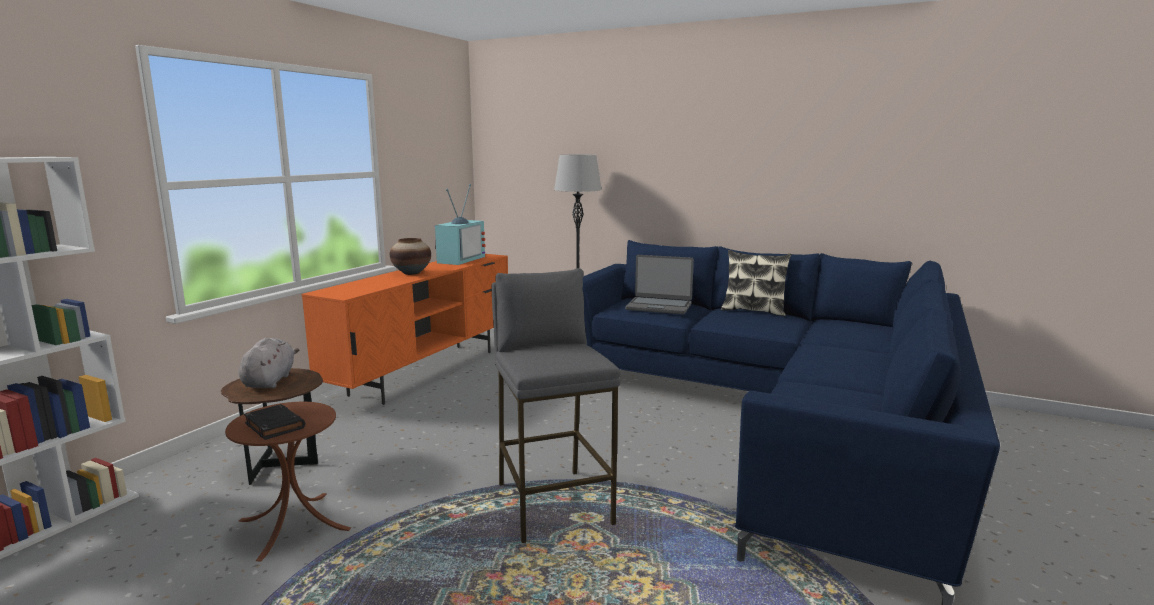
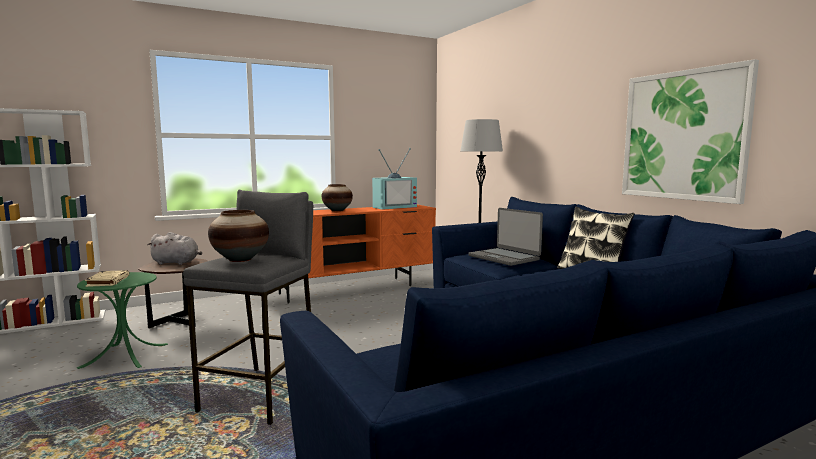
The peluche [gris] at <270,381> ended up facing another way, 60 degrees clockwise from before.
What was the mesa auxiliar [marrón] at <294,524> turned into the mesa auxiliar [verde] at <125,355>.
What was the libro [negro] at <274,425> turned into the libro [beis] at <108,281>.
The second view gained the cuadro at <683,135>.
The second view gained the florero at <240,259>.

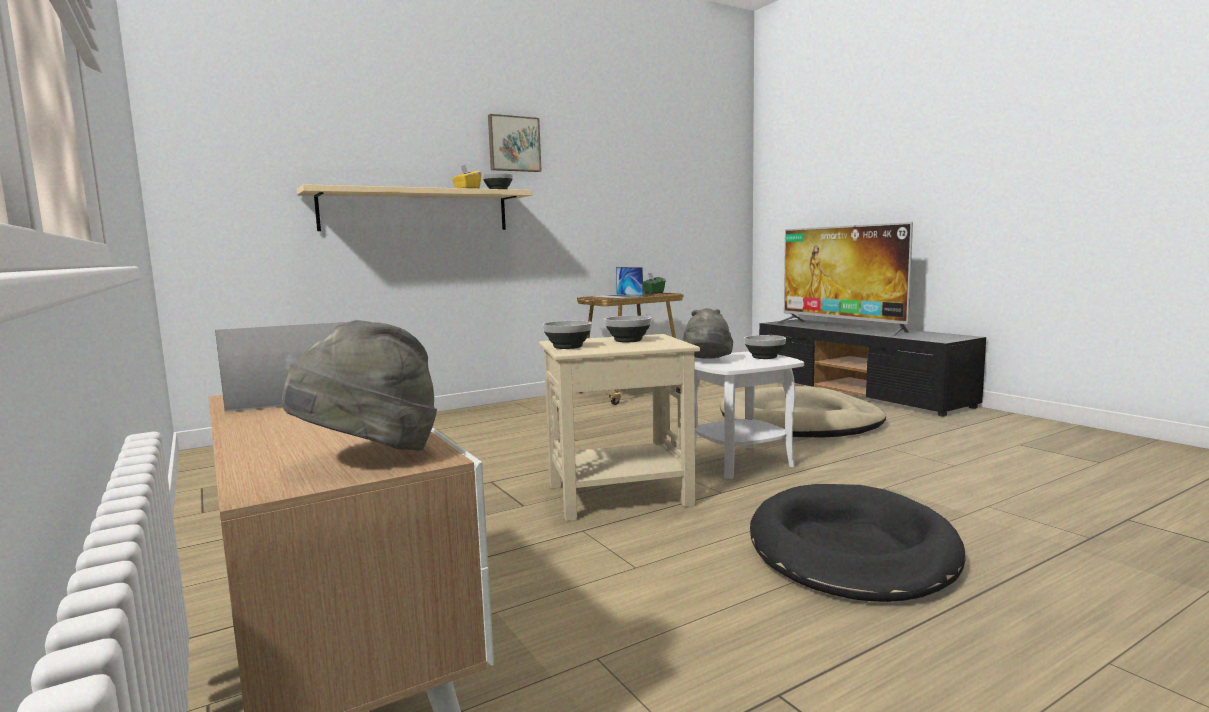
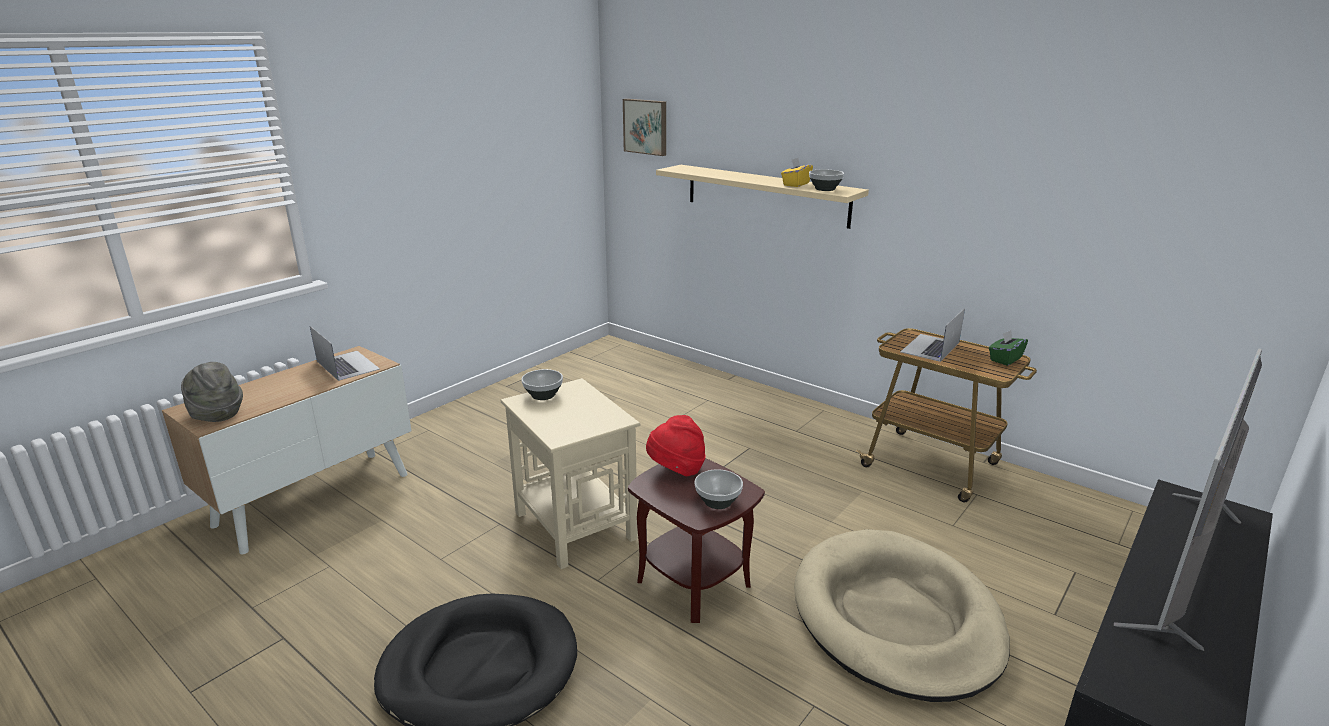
The cuadro ended up elsewhere, having gone from <513,144> to <646,126>.
What was the sombrero [gris] at <707,361> turned into the sombrero [rojo] at <676,470>.
The second view lost the cuenco at <627,340>.
What was the mesa auxiliar [blanco] at <739,461> turned into the mesa auxiliar [marrón] at <694,582>.

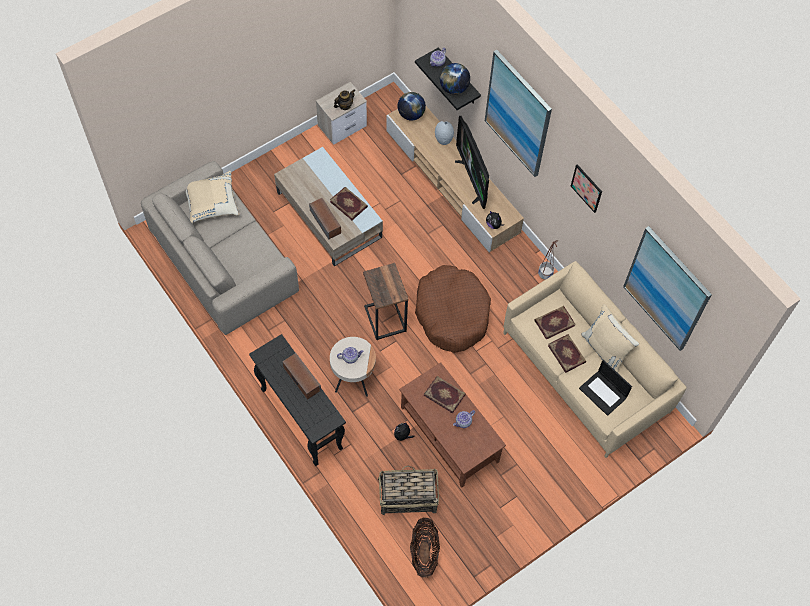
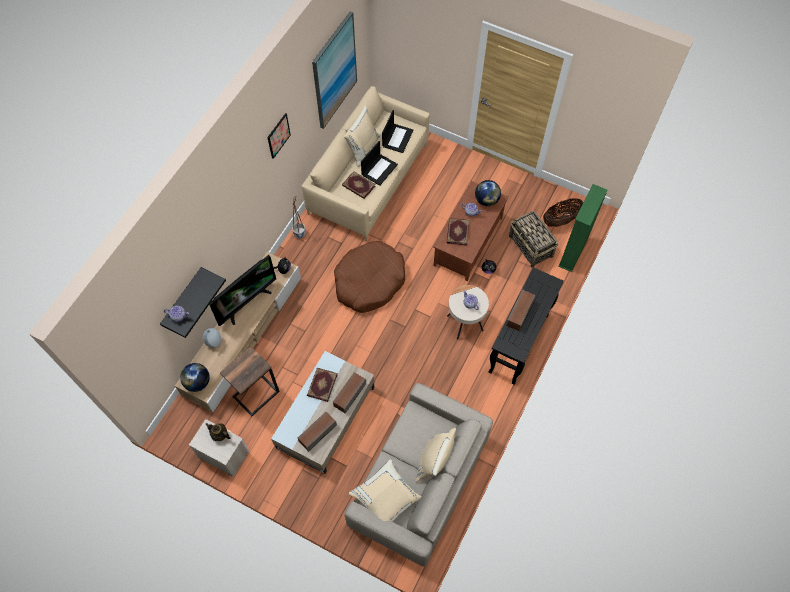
The second view lost the cuadro at <518,114>.
The globo terráqueo ended up elsewhere, having gone from <454,88> to <486,200>.
The mesa auxiliar ended up elsewhere, having gone from <384,319> to <256,394>.
Where the libro stood at <567,353>, the portátil came to stand at <379,169>.
The second view gained the estantería [verde] at <573,252>.
The second view gained the altavoz at <317,433>.
The second view gained the cojín [beis] at <434,461>.

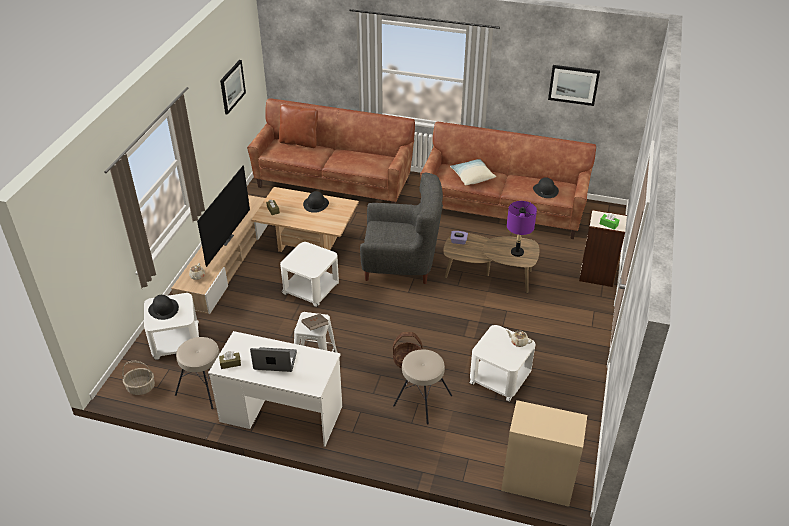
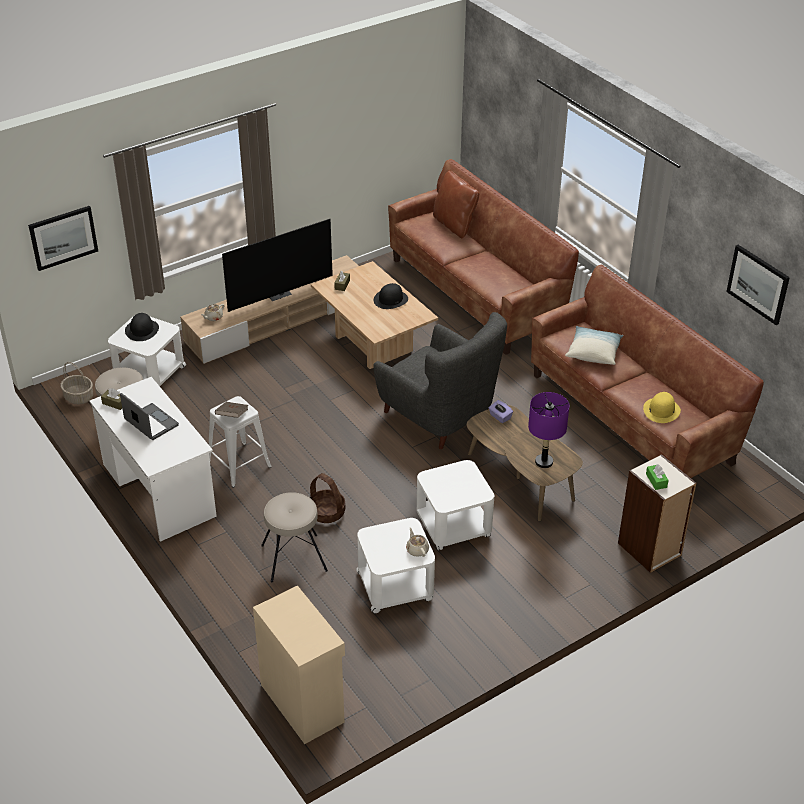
The cuadro ended up elsewhere, having gone from <232,86> to <63,237>.
What was the sombrero [negro] at <545,190> turned into the sombrero [amarillo] at <661,410>.
The mesa auxiliar [blanco] ended up elsewhere, having gone from <311,289> to <453,525>.

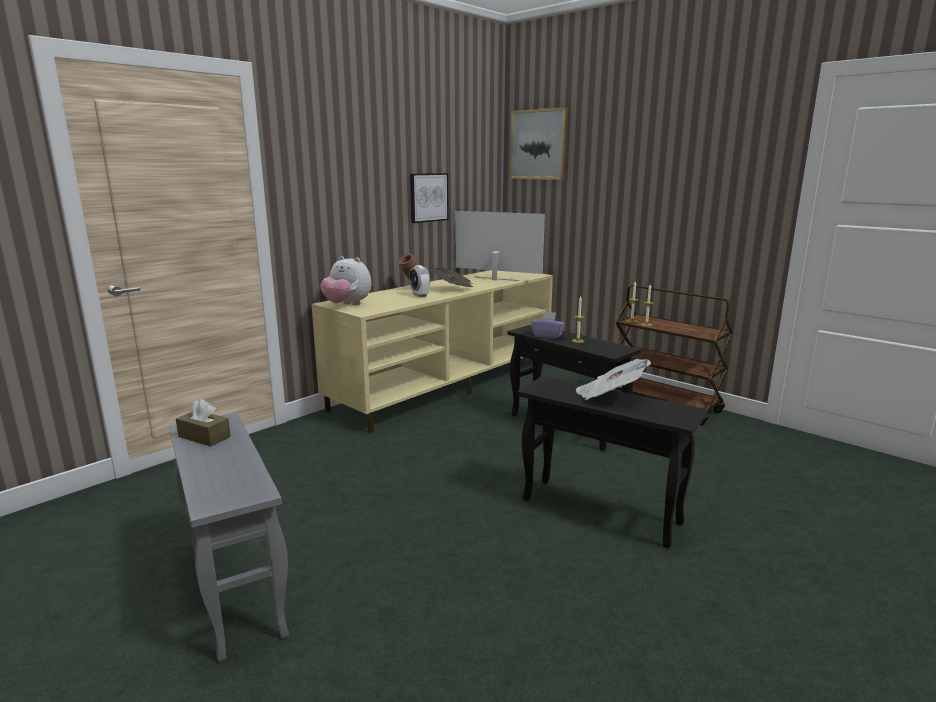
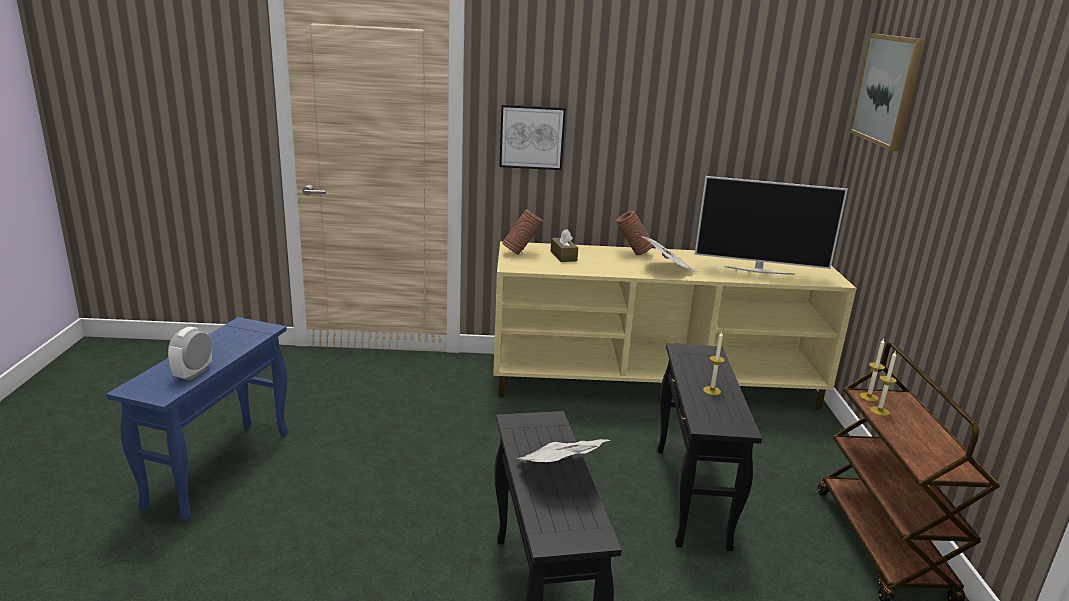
The cuadro ended up elsewhere, having gone from <428,197> to <532,137>.
The televisor at <496,279> ended up facing another way, 120 degrees clockwise from before.
Where the peluche stood at <347,305>, the florero [marrón] came to stand at <521,253>.
The despertador ended up elsewhere, having gone from <420,295> to <193,373>.
The second view lost the caja de pañuelos [morado] at <547,335>.
The caja de pañuelos [marrón] ended up elsewhere, having gone from <204,437> to <563,256>.
What was the mesa auxiliar [gris] at <236,588> turned into the mesa auxiliar [azul] at <220,469>.

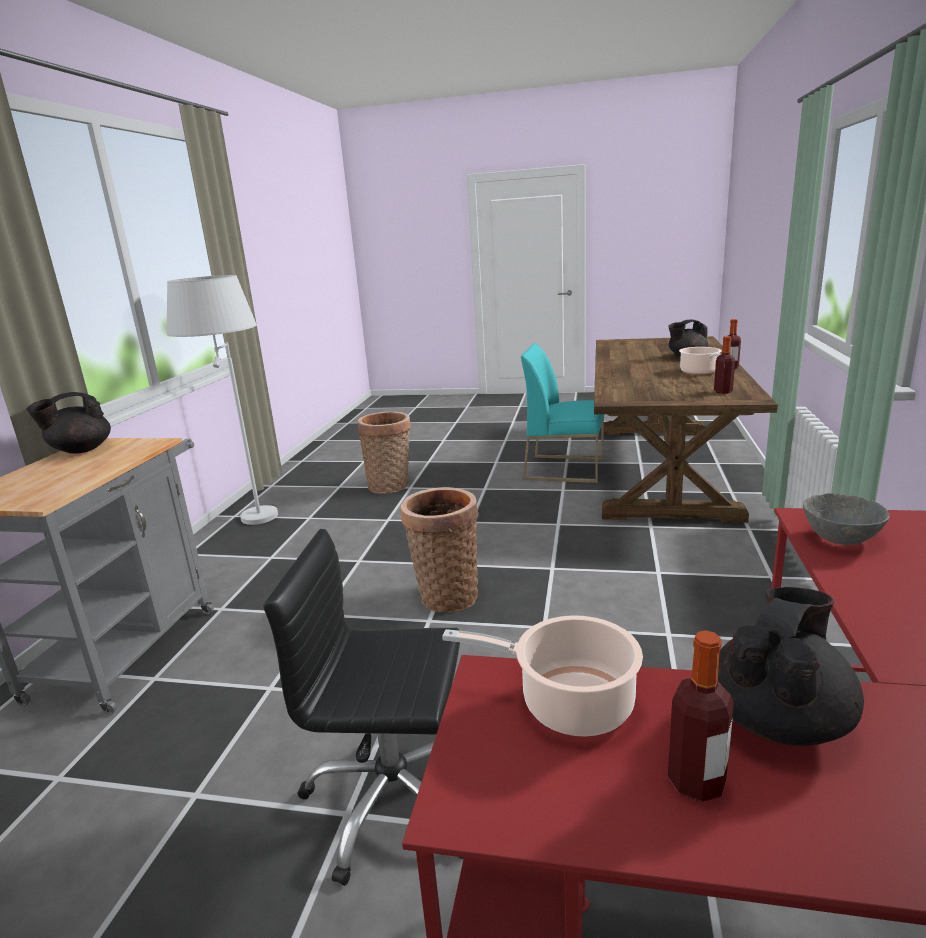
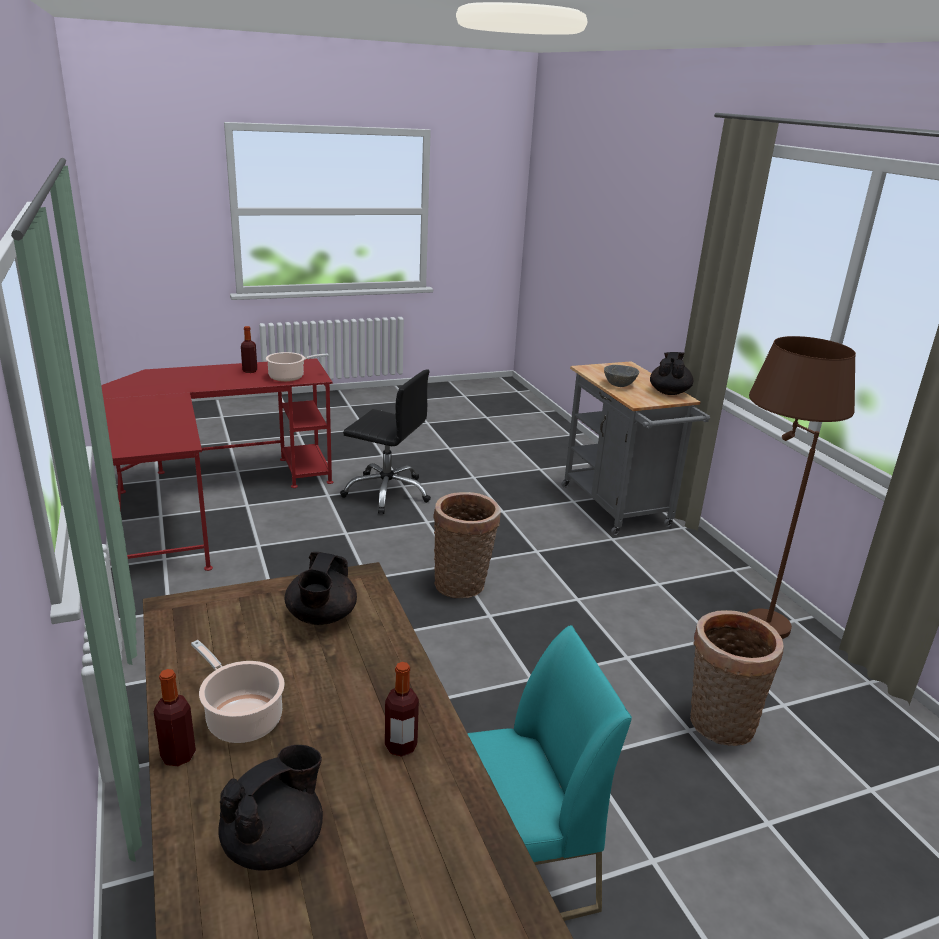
What was the lámpara de pie [blanco] at <251,525> turned into the lámpara de pie [marrón] at <749,612>.
The botella ended up elsewhere, having gone from <723,391> to <401,746>.
The cuenco [gris] ended up elsewhere, having gone from <841,538> to <619,385>.
The silla de oficina [negro] at <394,800> ended up facing another way, 45 degrees clockwise from before.
The tetera [negro] ended up elsewhere, having gone from <779,720> to <321,617>.

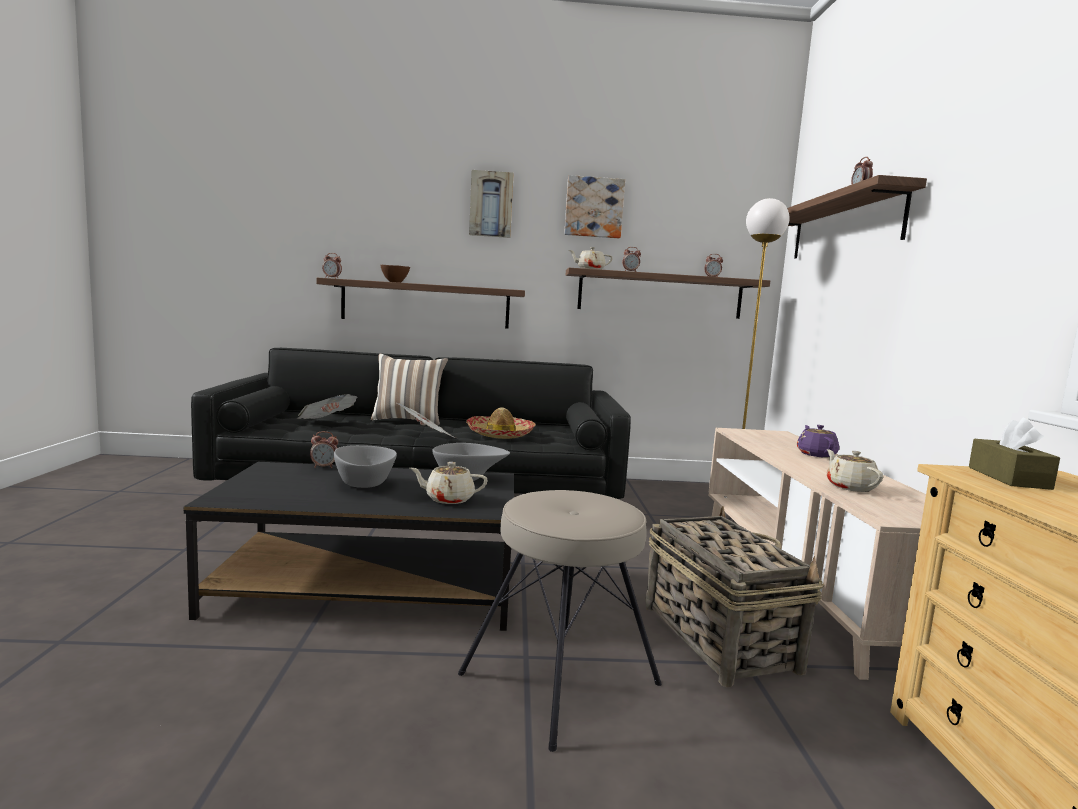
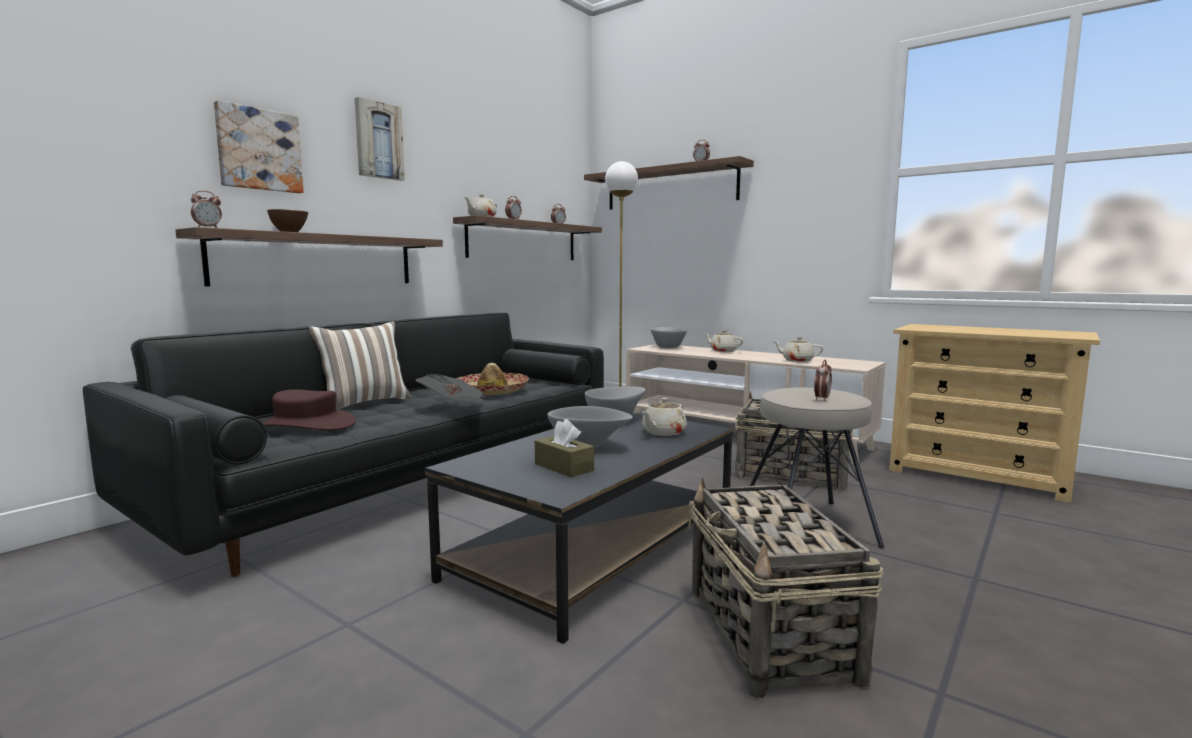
The cuadro ended up elsewhere, having gone from <594,207> to <258,150>.
Where the periódico stood at <327,423>, the sombrero [marrón] came to stand at <307,425>.
The caja de pañuelos [marrón] ended up elsewhere, having gone from <1008,478> to <564,467>.
What was the tetera [morado] at <816,454> turned into the tetera [beis] at <723,351>.
The despertador ended up elsewhere, having gone from <324,467> to <822,399>.
The second view gained the cuenco [gris] at <667,347>.
The second view gained the cesta at <770,634>.

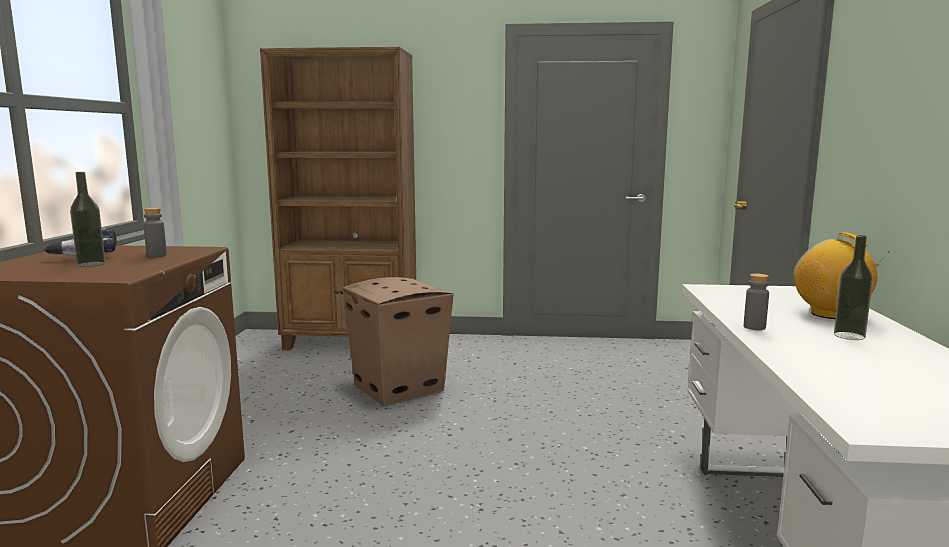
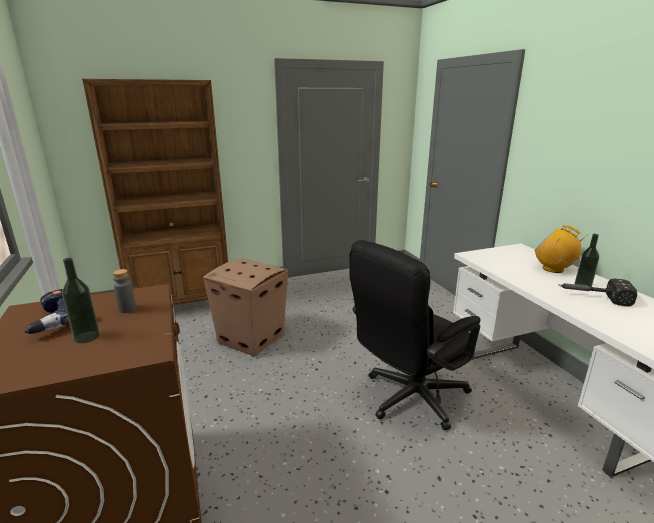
The second view lost the botella [gris] at <754,327>.
The second view gained the silla de oficina [negro] at <408,399>.
The second view gained the martillo at <591,297>.

